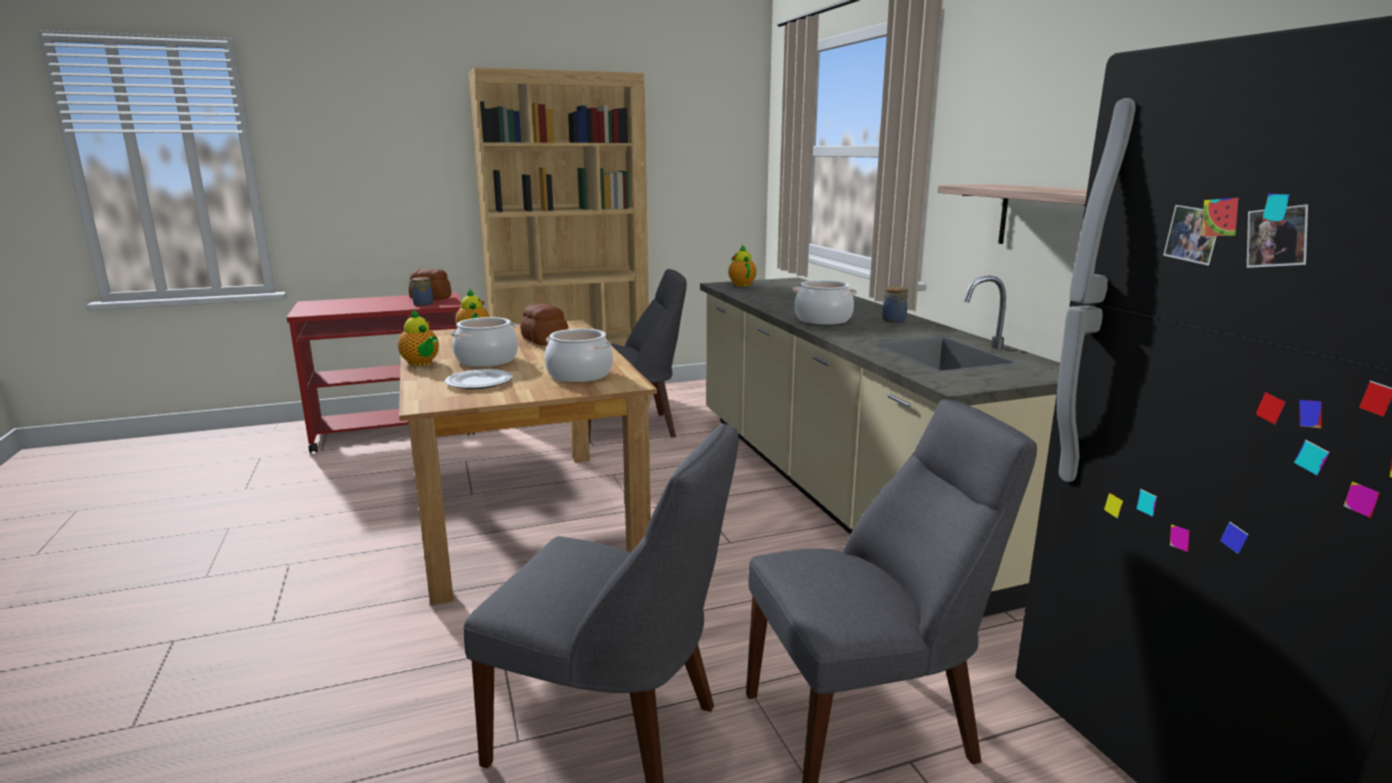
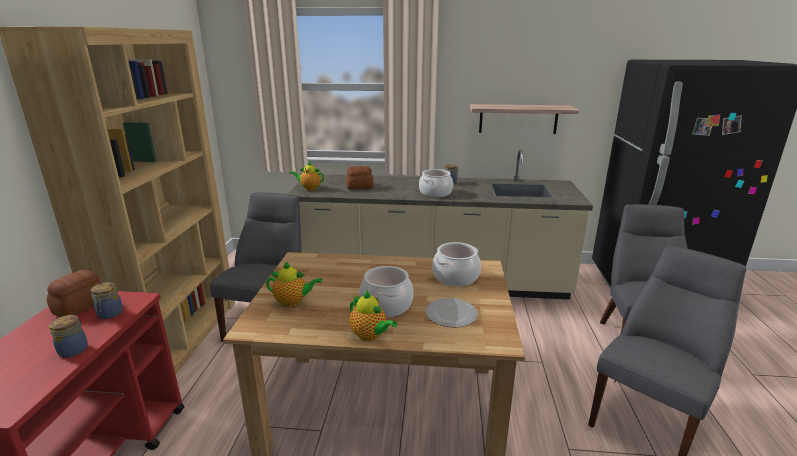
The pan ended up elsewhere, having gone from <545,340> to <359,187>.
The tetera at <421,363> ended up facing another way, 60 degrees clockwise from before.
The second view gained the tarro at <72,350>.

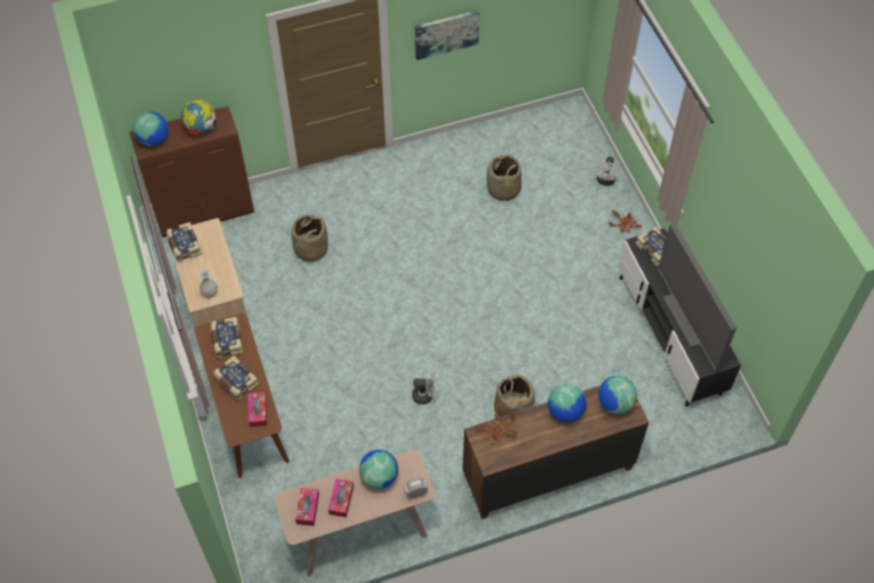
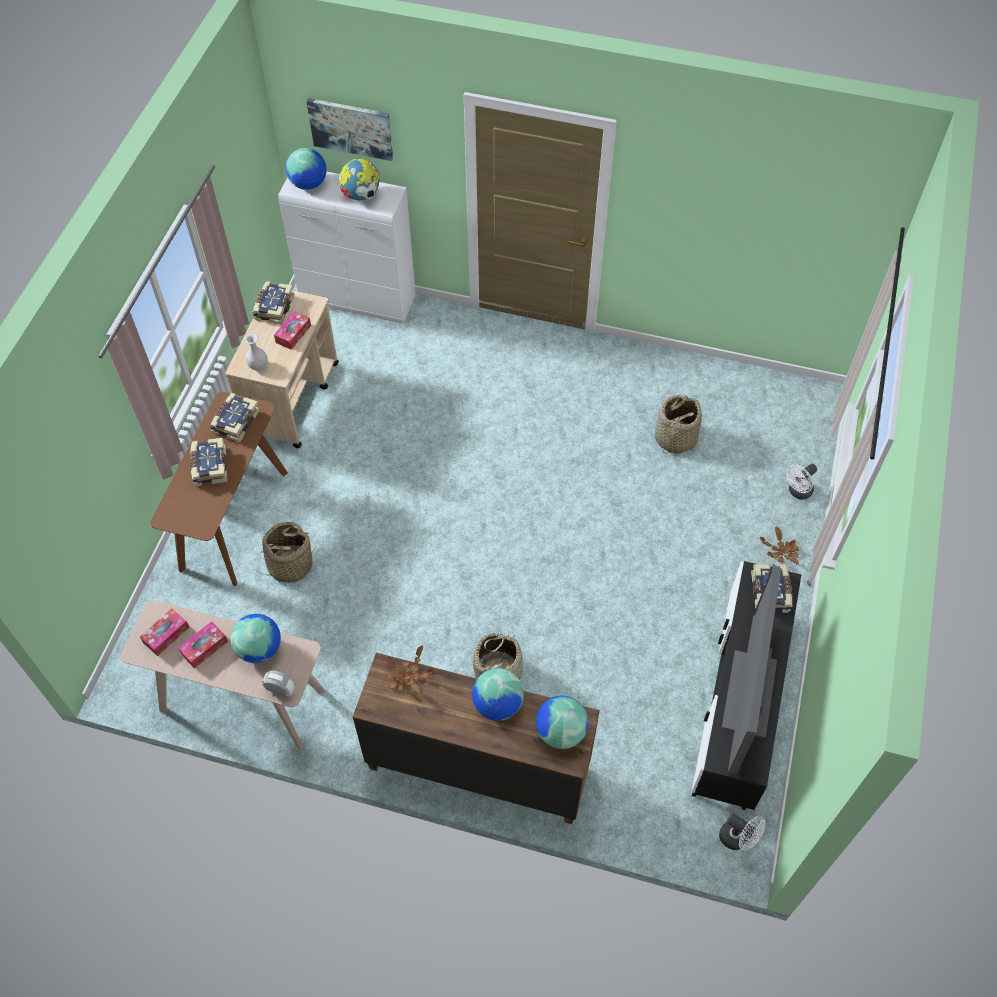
The cuadro ended up elsewhere, having gone from <446,34> to <351,128>.
What was the armario [marrón] at <206,213> turned into the armario [blanco] at <359,300>.
The cesta ended up elsewhere, having gone from <310,249> to <290,565>.
The ventilador [blanco] ended up elsewhere, having gone from <426,395> to <738,839>.
The caja de pañuelos ended up elsewhere, having gone from <258,411> to <293,334>.

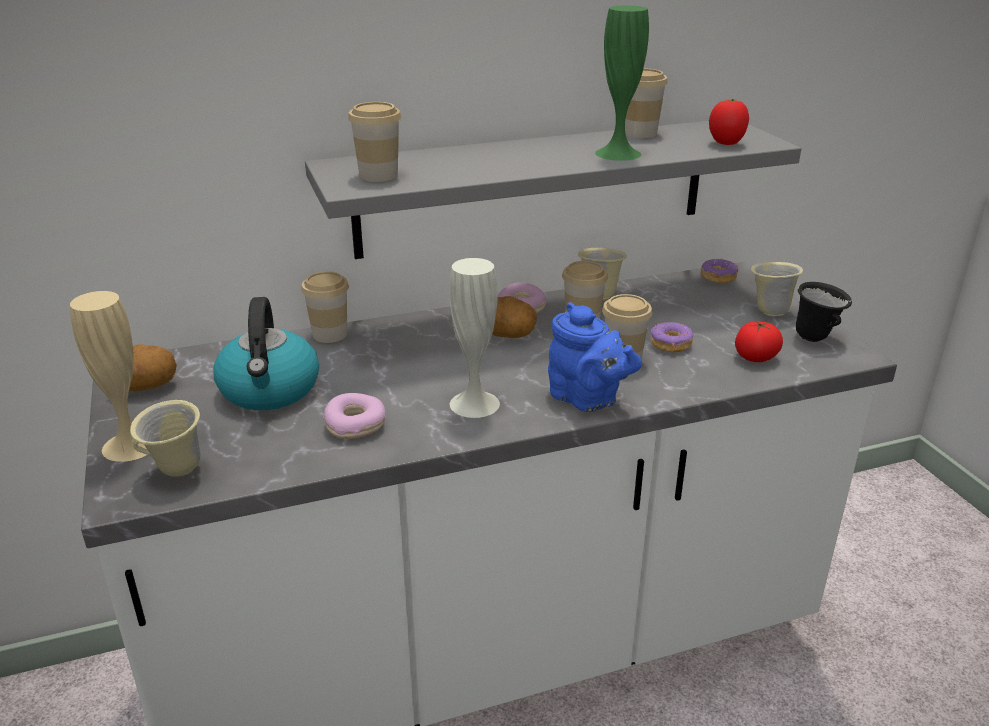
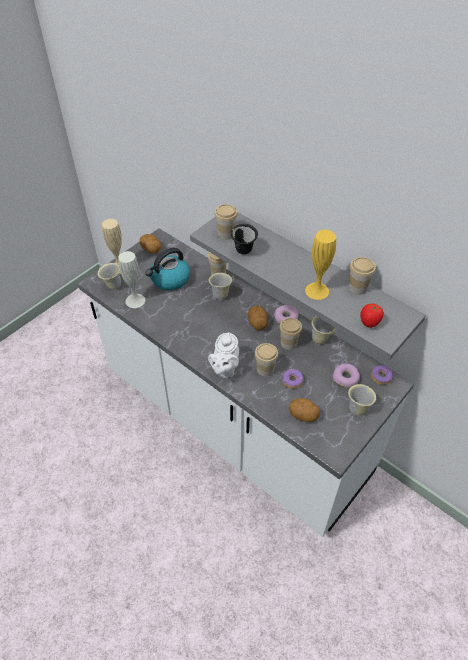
What was the florero [verde] at <618,153> turned into the florero [amarillo] at <317,291>.
The florero [blanco] ended up elsewhere, having gone from <474,404> to <135,300>.
The taza grande [negro] ended up elsewhere, having gone from <815,338> to <244,252>.
What was the tetera [azul] at <587,400> turned into the tetera [blanco] at <224,369>.
Where the tomate stood at <755,357>, the patata came to stand at <303,415>.
The rosquilla ended up elsewhere, having gone from <355,424> to <346,378>.
The second view gained the taza grande [beis] at <220,295>.

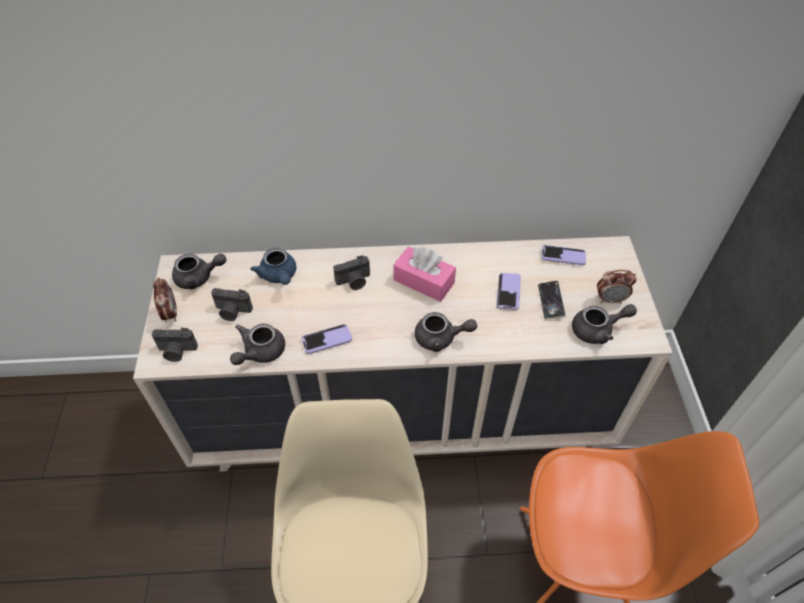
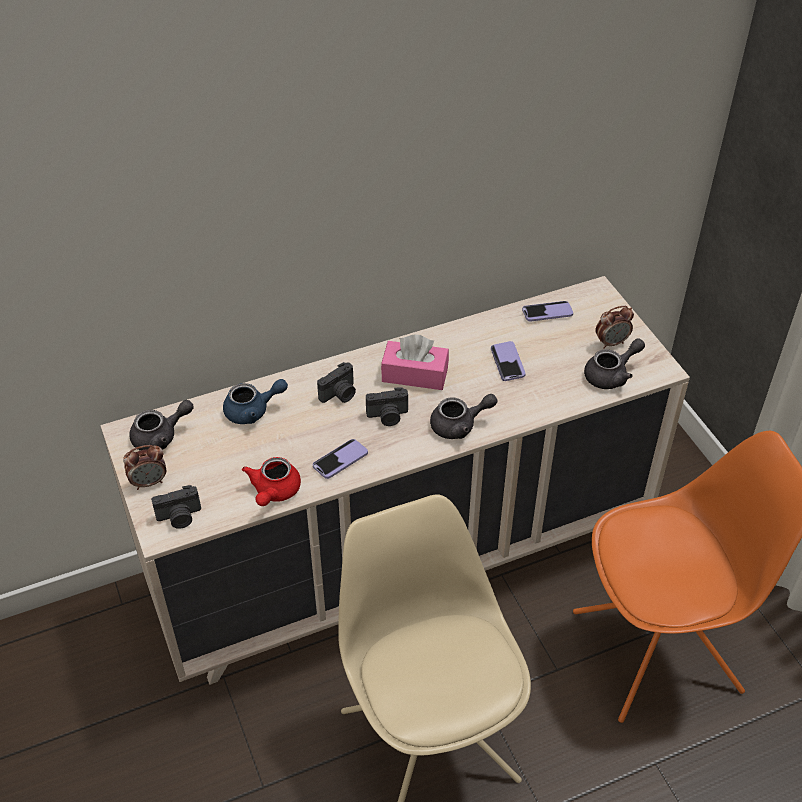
The tetera [azul] at <279,276> ended up facing another way, 60 degrees counterclockwise from before.
The despertador at <170,314> ended up facing another way, 105 degrees clockwise from before.
The second view lost the móvil at <550,302>.
The cámara ended up elsewhere, having gone from <232,312> to <388,416>.
What was the tetera [gris] at <260,352> turned into the tetera [rojo] at <274,492>.

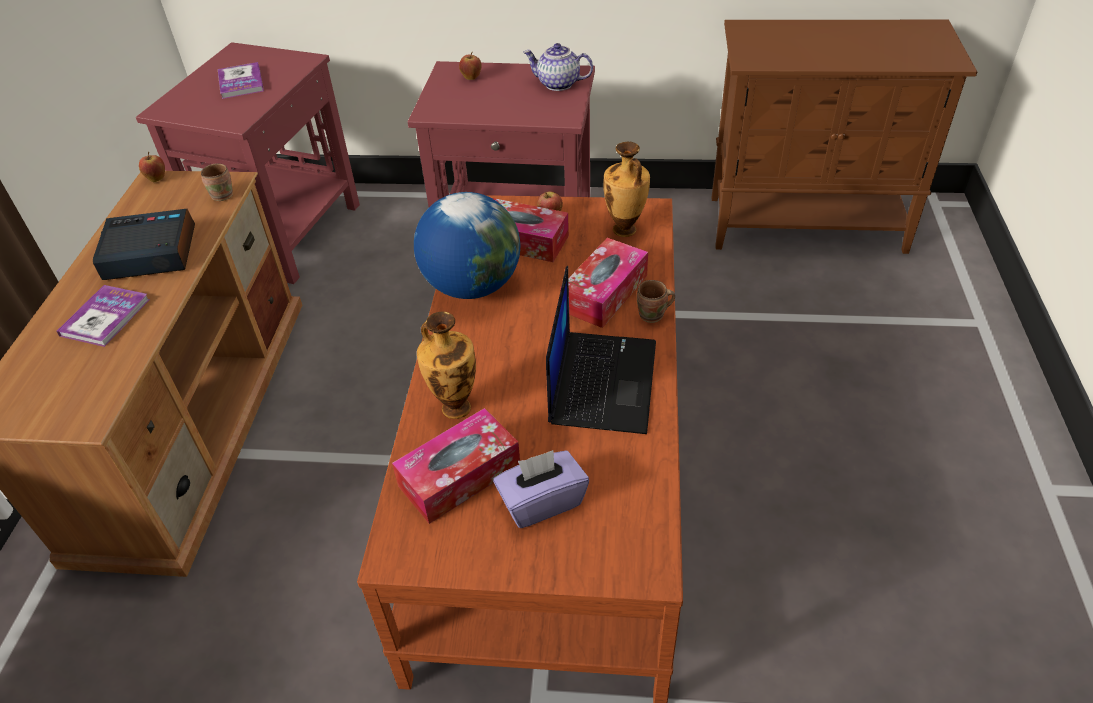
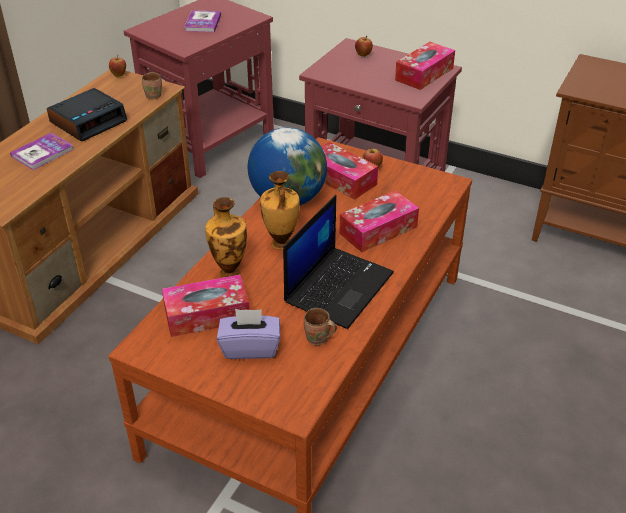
Where the tetera stood at <558,84>, the caja de pañuelos came to stand at <424,74>.
The florero ended up elsewhere, having gone from <625,231> to <281,244>.
The despertador at <149,254> ended up facing another way, 120 degrees clockwise from before.
The taza grande [marrón] ended up elsewhere, having gone from <653,316> to <318,339>.

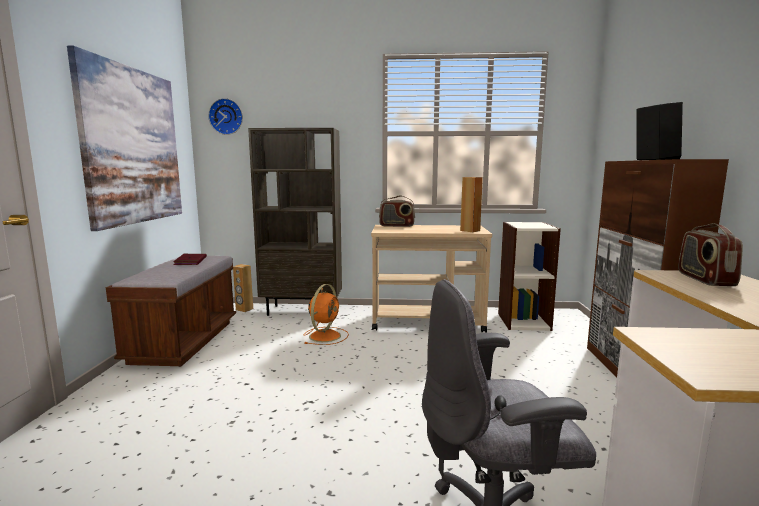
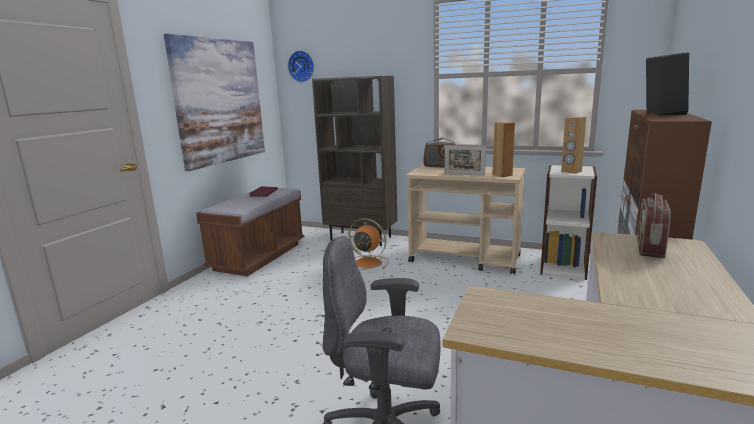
The altavoz [marrón] ended up elsewhere, having gone from <244,309> to <571,171>.
The ventilador [naranja] at <325,335> ended up facing another way, 105 degrees counterclockwise from before.
The second view gained the portarretratos at <464,174>.

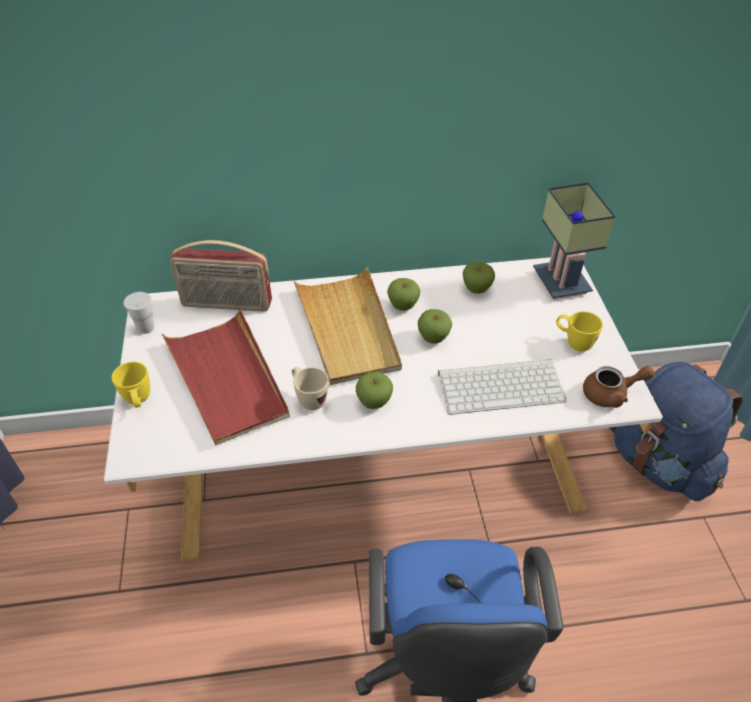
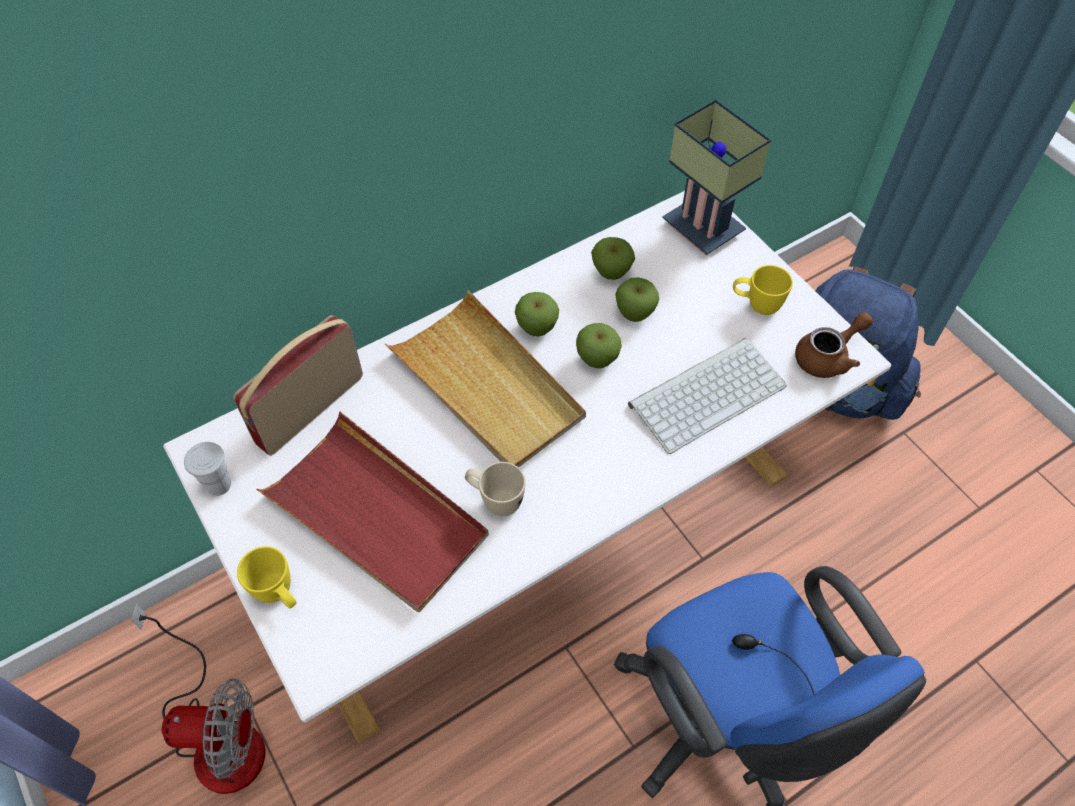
The radio at <226,304> ended up facing another way, 150 degrees clockwise from before.
The manzana ended up elsewhere, having gone from <374,402> to <635,313>.
The second view gained the ventilador at <218,734>.

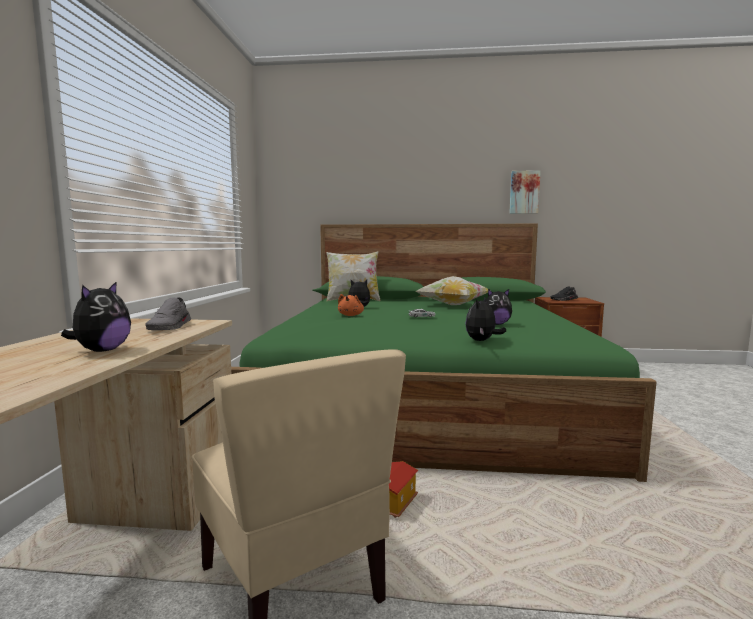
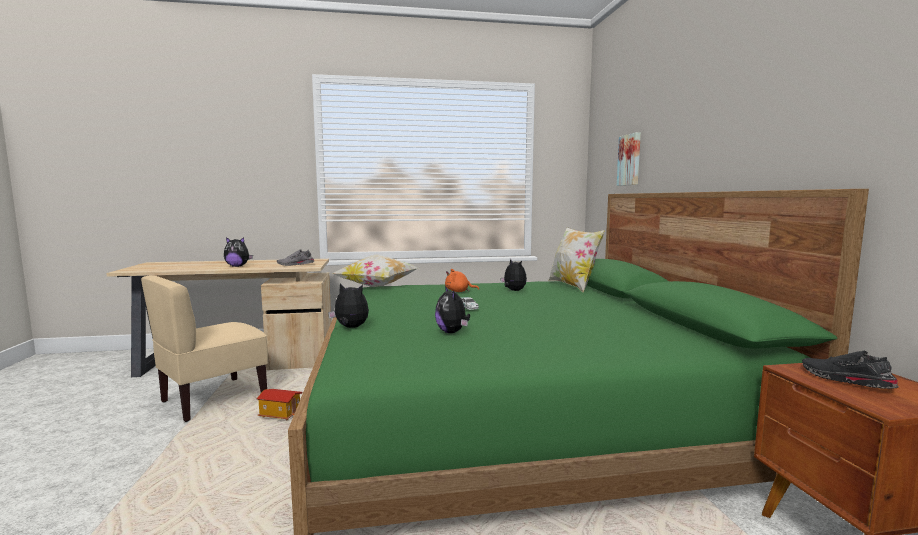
The cuadro ended up elsewhere, having gone from <524,192> to <630,160>.
The cojín ended up elsewhere, having gone from <453,305> to <377,286>.

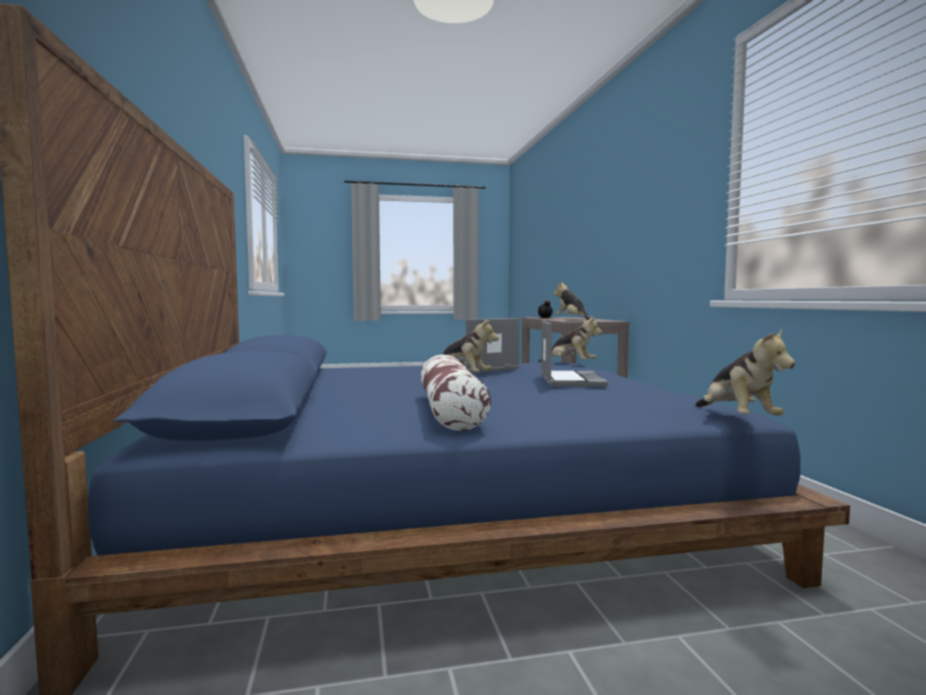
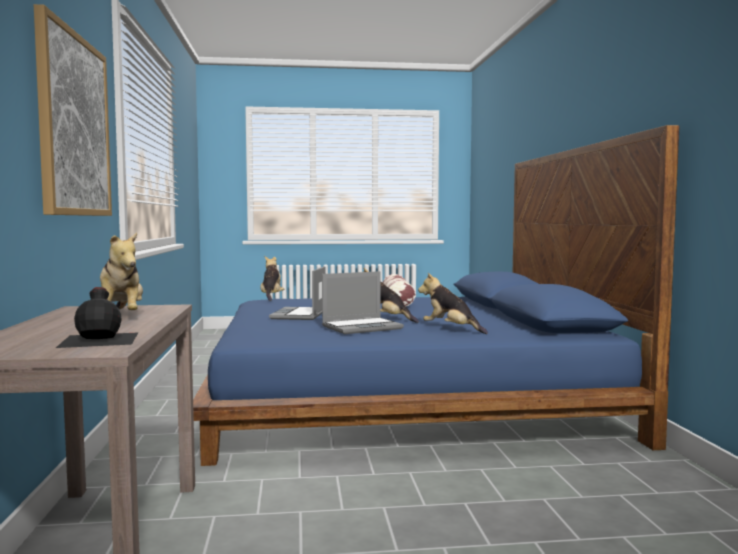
The peluche ended up elsewhere, having gone from <570,364> to <451,329>.
The second view gained the cuadro at <74,126>.

